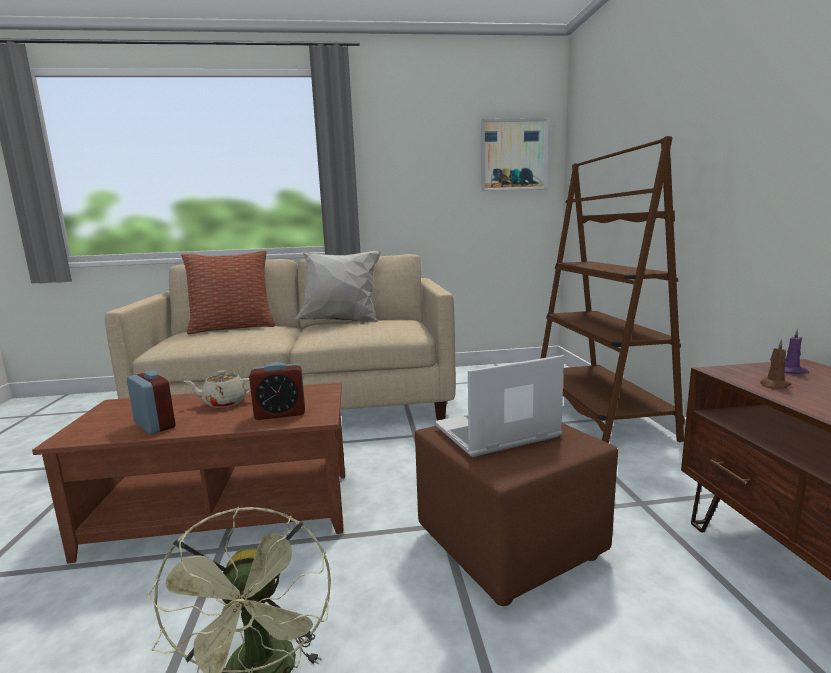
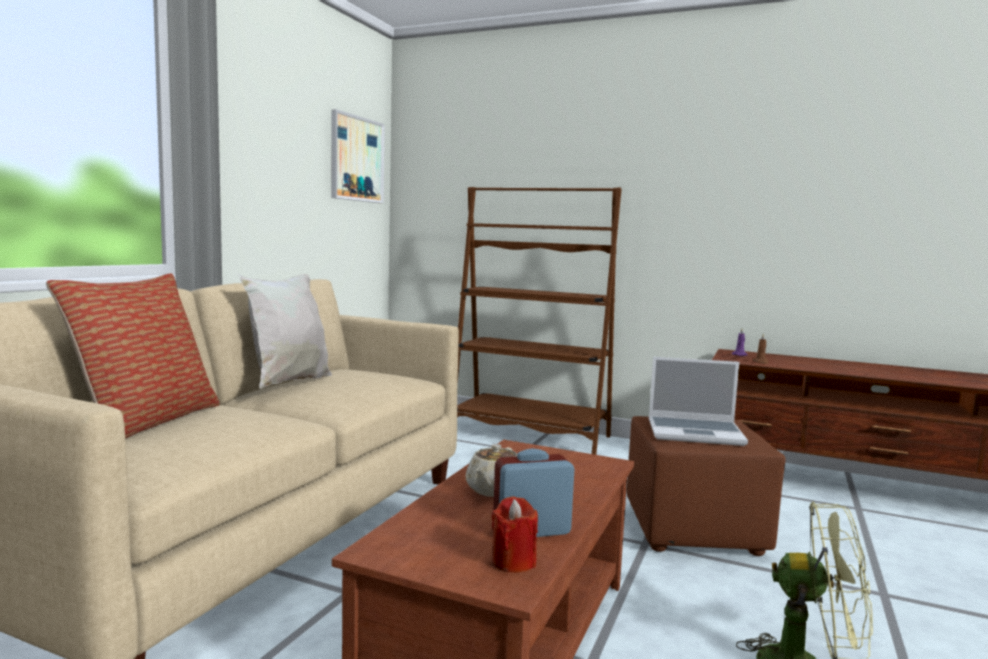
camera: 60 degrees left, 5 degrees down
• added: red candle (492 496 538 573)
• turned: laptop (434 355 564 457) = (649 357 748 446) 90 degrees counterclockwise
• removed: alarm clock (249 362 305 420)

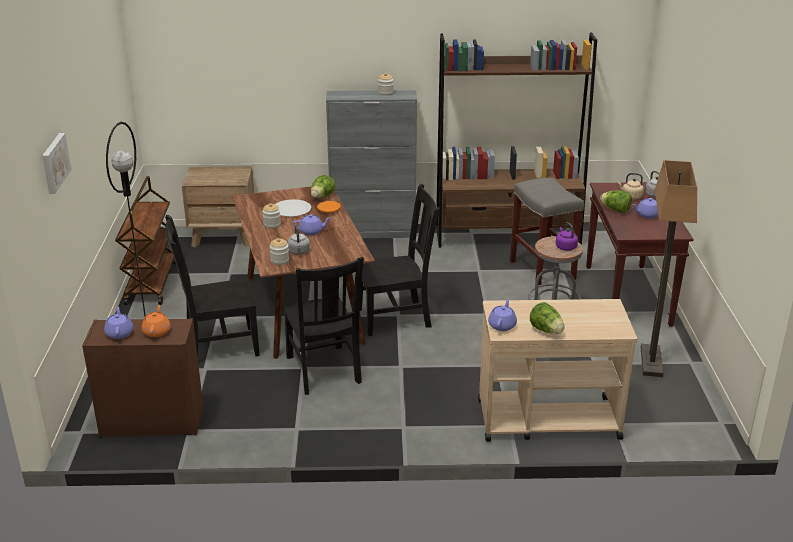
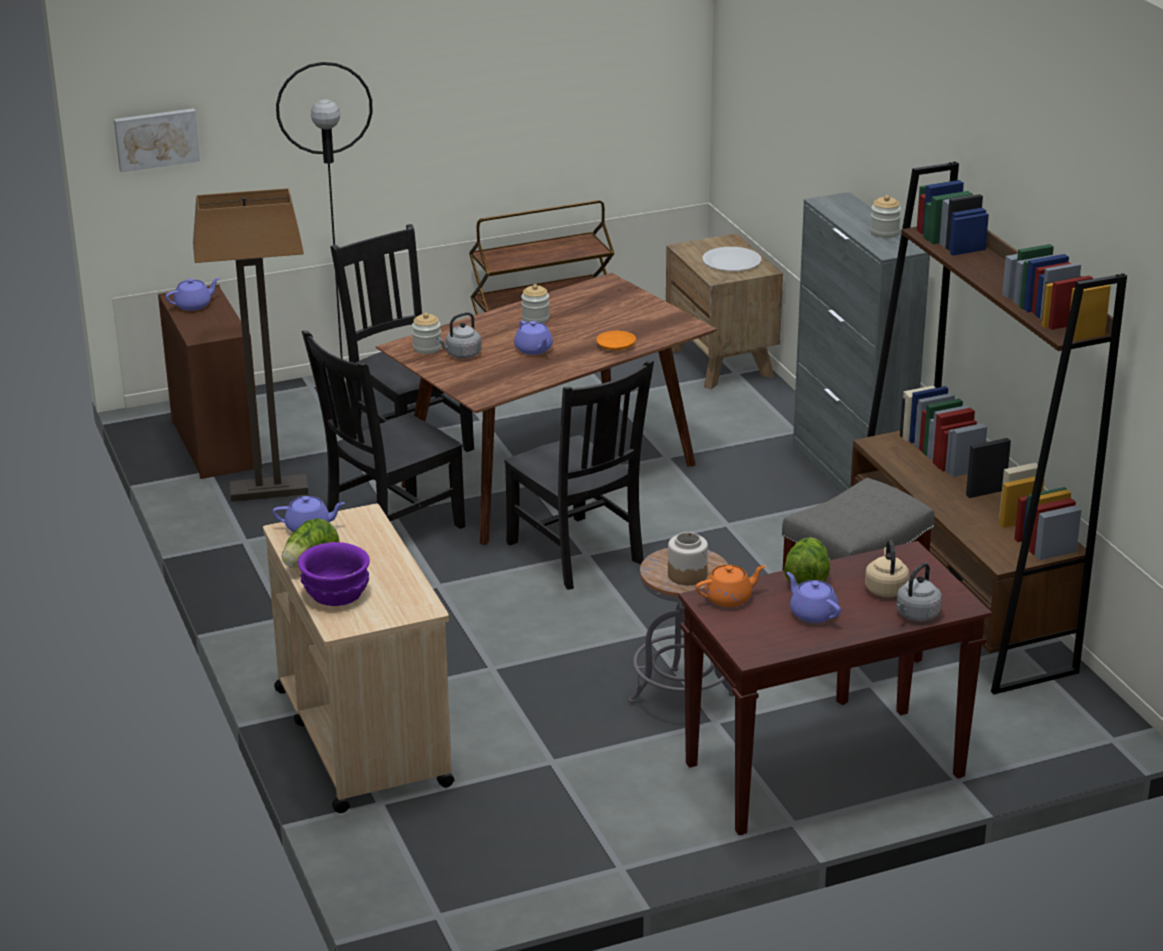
camera: 70 degrees right, 0 degrees up
• moved: picture (42 133 72 194) to (114 108 200 173)
• moved: floor lamp (641 160 697 377) to (193 188 308 502)
• added: purple bowl (298 542 370 606)
• replaced: purple kettle (556 222 578 251) to jar (668 532 708 585)
• moved: orange teapot (142 305 171 337) to (696 565 766 607)
• moved: white plate (275 199 311 217) to (703 247 762 271)
• removed: lettuce (311 175 335 198)

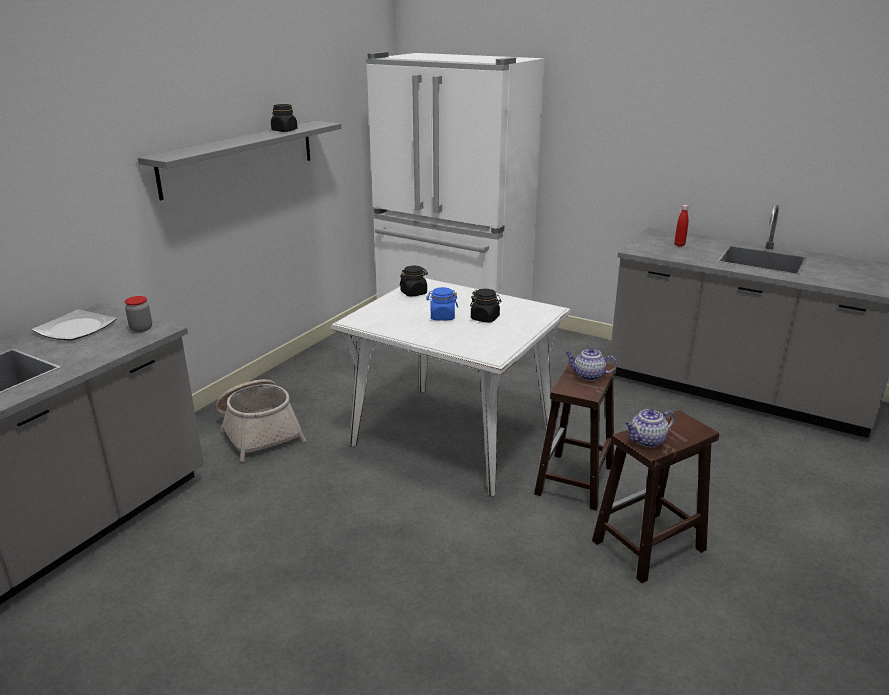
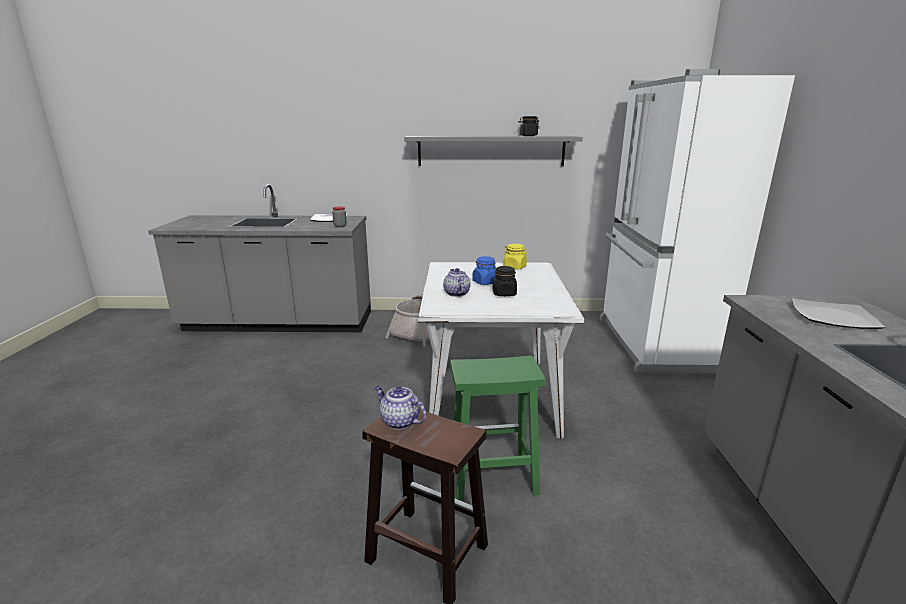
camera: 60 degrees right, 5 degrees down
• moved: teapot (565 348 617 381) to (443 268 471 297)
• recoloured: brown stool (534 357 617 511) to green stool (450 356 546 501)
• recoloured: black jar (400 266 428 297) to yellow jar (503 244 528 269)
• replaced: red bottle (674 205 689 246) to plate (792 299 885 329)

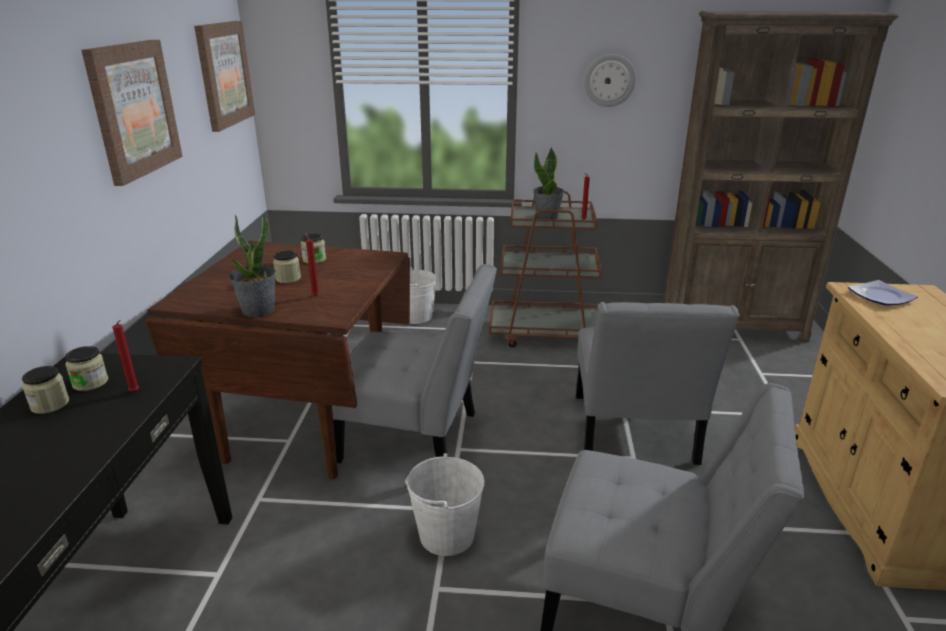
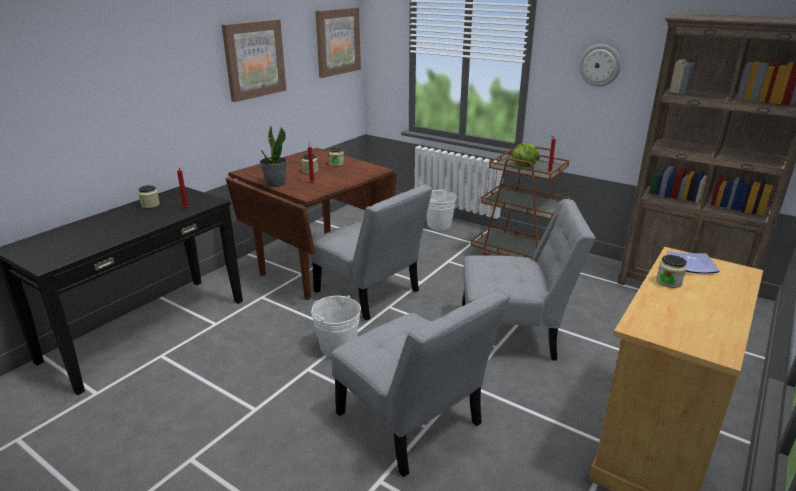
camera: 30 degrees right, 0 degrees up
• turned: grey chair (576 302 739 465) = (462 199 595 361) 120 degrees counterclockwise
• replaced: potted plant (533 147 564 220) to lettuce (512 143 539 168)
• moved: jar (65 346 108 391) to (656 255 687 288)

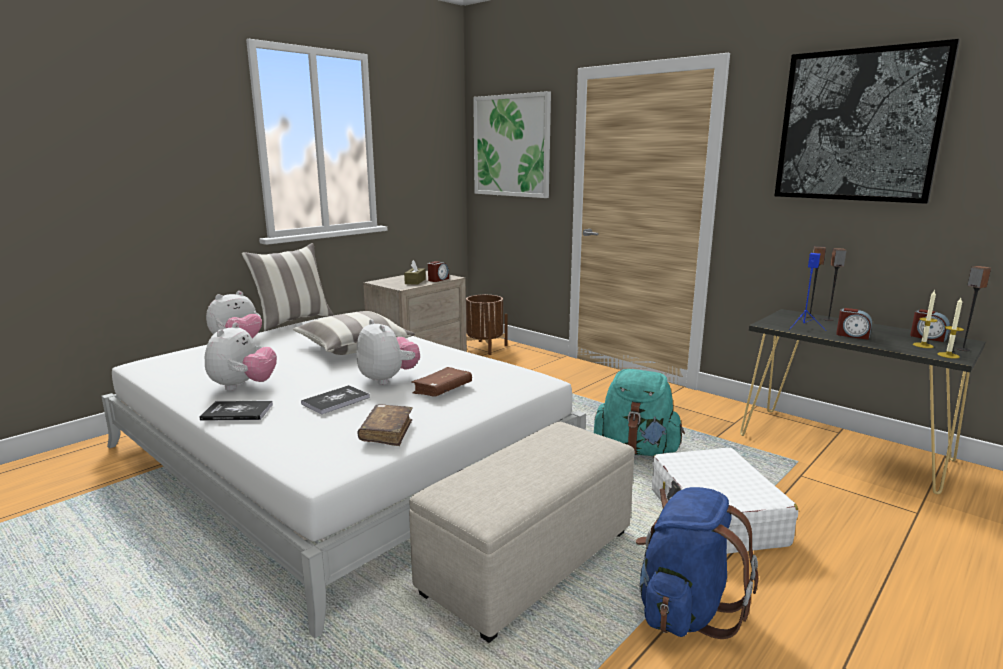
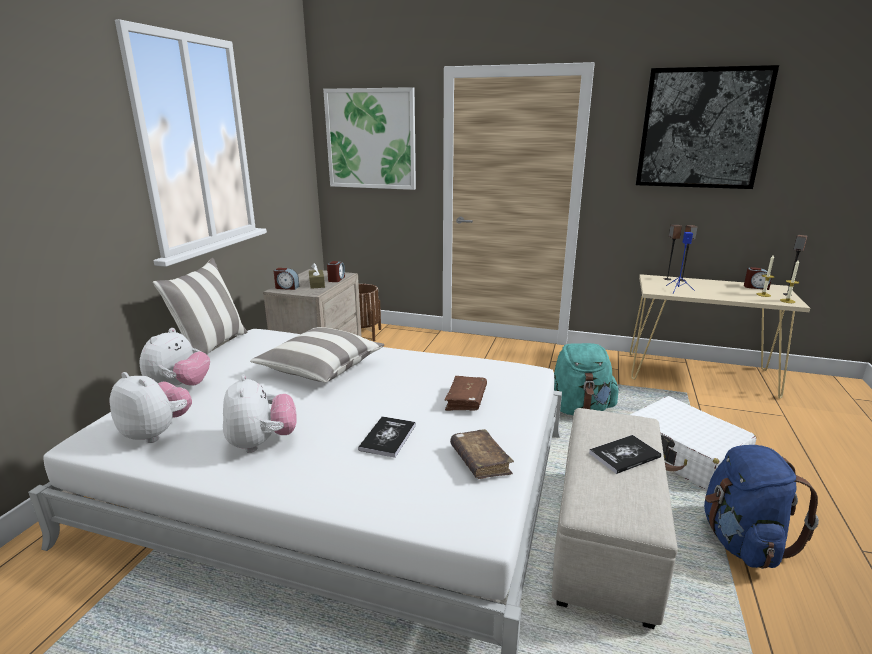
camera: 25 degrees left, 5 degrees up
• moved: plush toy (357 319 420 385) to (110 372 192 443)
• moved: alarm clock (836 308 872 340) to (274 268 299 290)
• moved: book (200 401 273 421) to (589 435 661 474)
• recoloured: black console table (740 309 985 494) to beige console table (630 274 810 398)

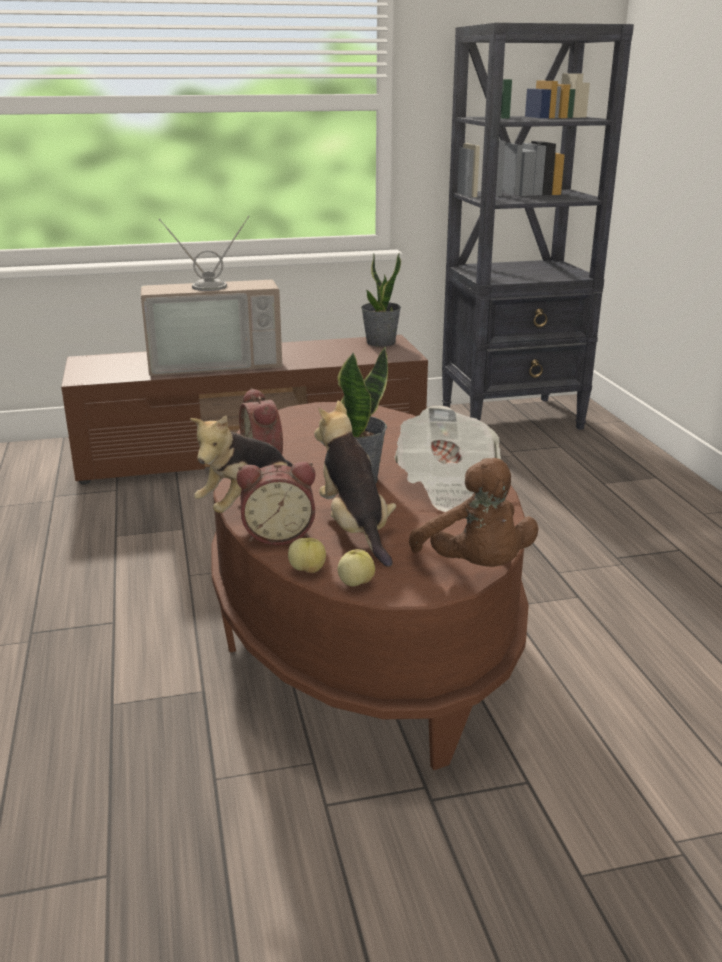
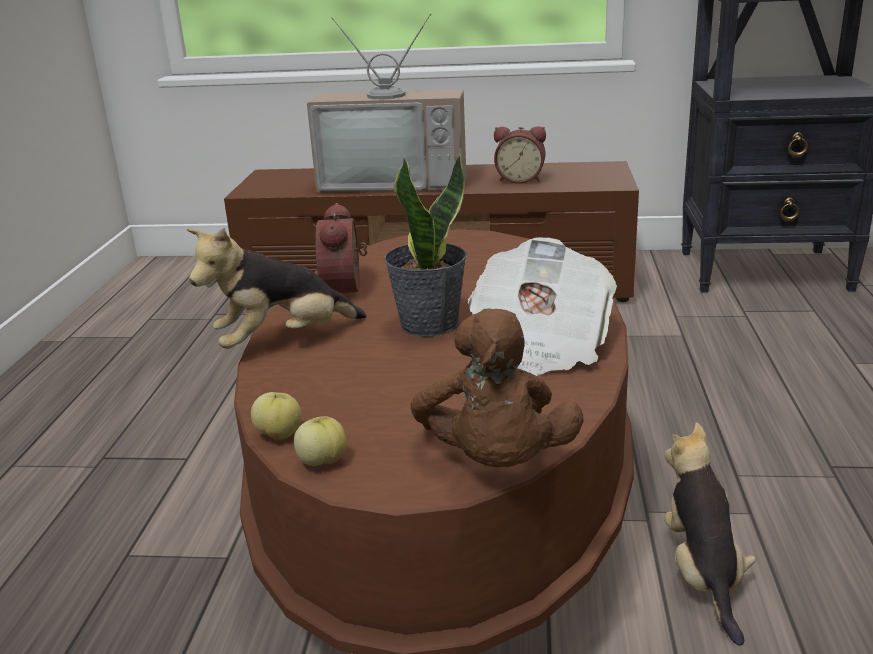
camera: 20 degrees right, 0 degrees up
• moved: alarm clock (237 462 315 545) to (494 126 546 184)
• moved: plush toy (314 400 396 567) to (664 423 756 646)
• removed: potted plant (361 253 401 347)

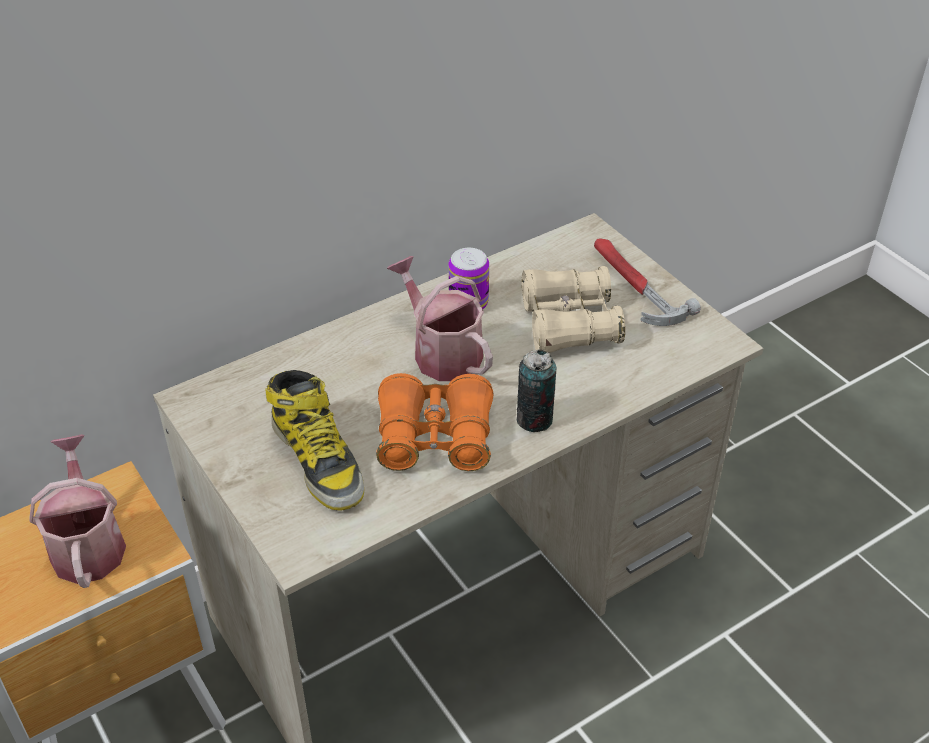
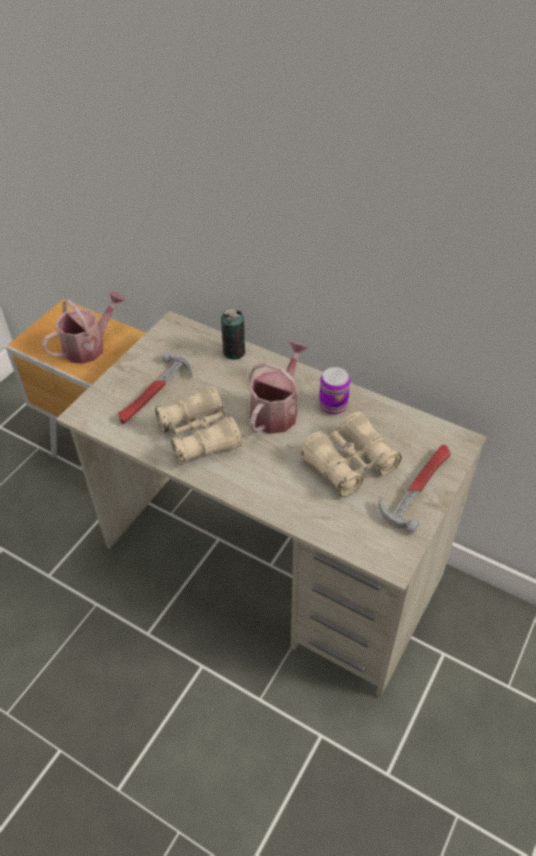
camera: 65 degrees right, 5 degrees up
• replaced: boot (265 370 364 510) to hammer (118 351 192 424)
• recoloured: orange binoculars (376 373 494 471) to beige binoculars (155 386 242 465)
• moved: can (517 350 556 432) to (221 308 245 360)

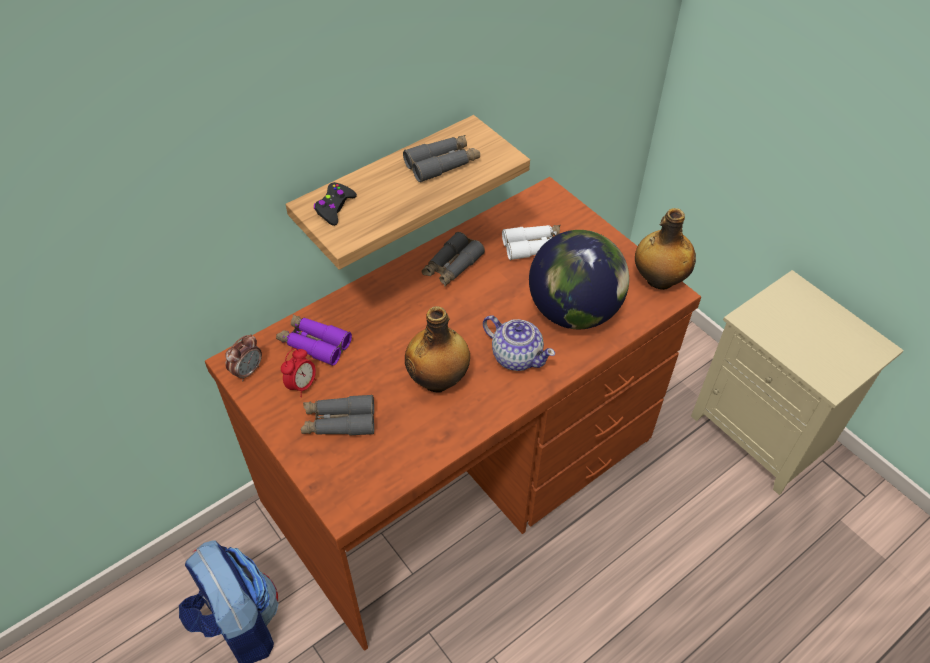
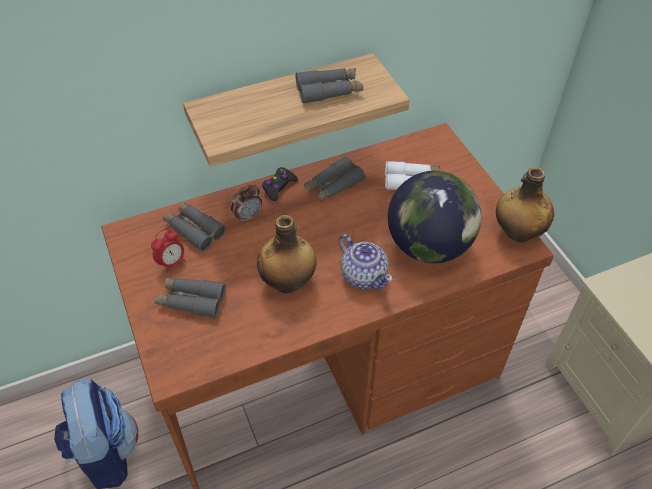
camera: 15 degrees right, 0 degrees up
• recoloured: purple binoculars (276 315 352 366) to grey binoculars (163 201 226 251)
• moved: alarm clock (225 334 262 381) to (231 185 262 224)
• moved: black game controller (314 182 357 226) to (262 167 298 201)

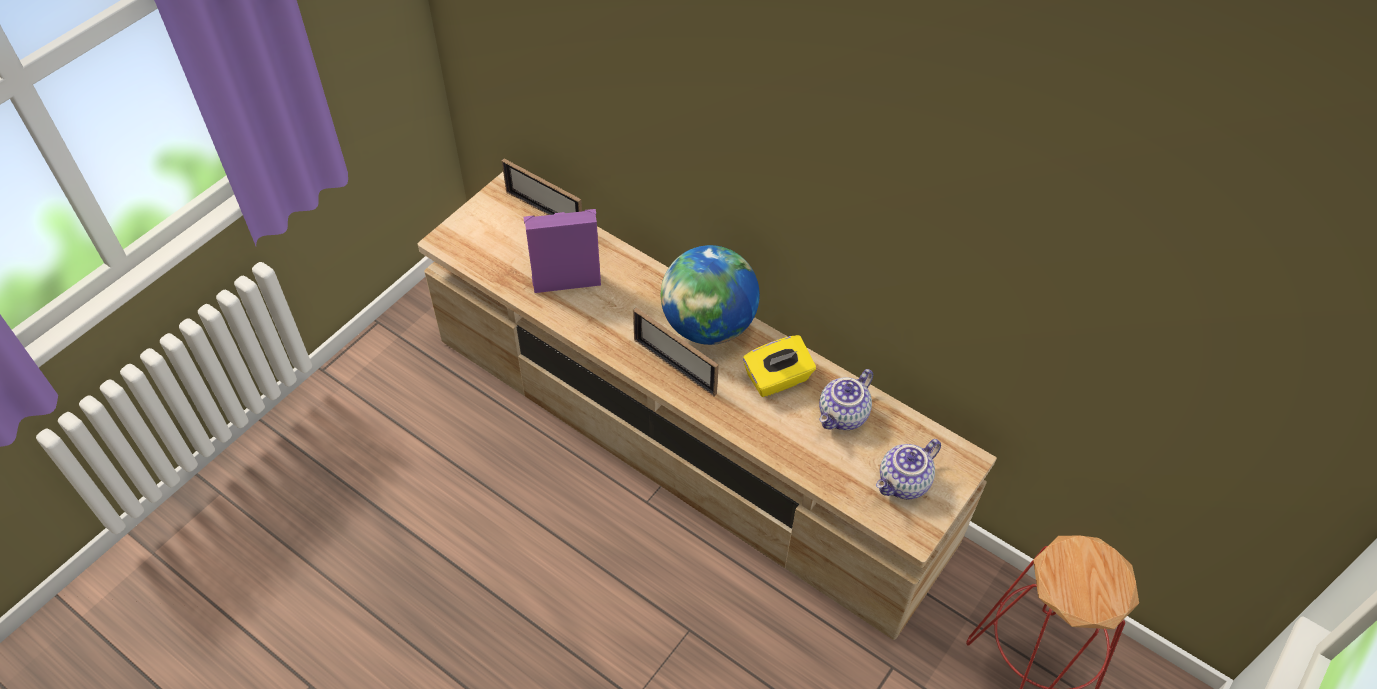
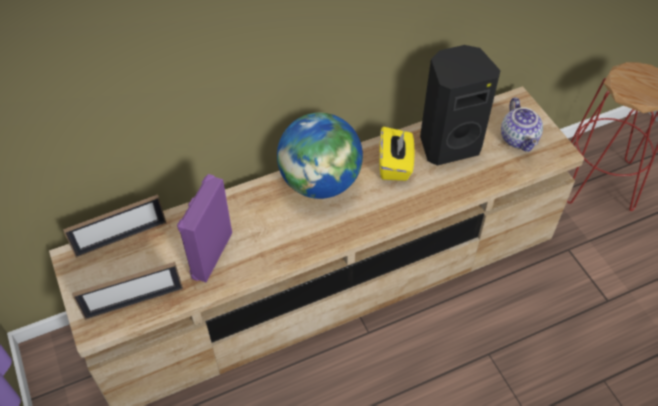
camera: 60 degrees left, 0 degrees up
• moved: picture frame (633 308 719 397) to (72 262 183 320)
• replaced: teapot (819 369 873 430) to black speaker (420 45 501 166)

